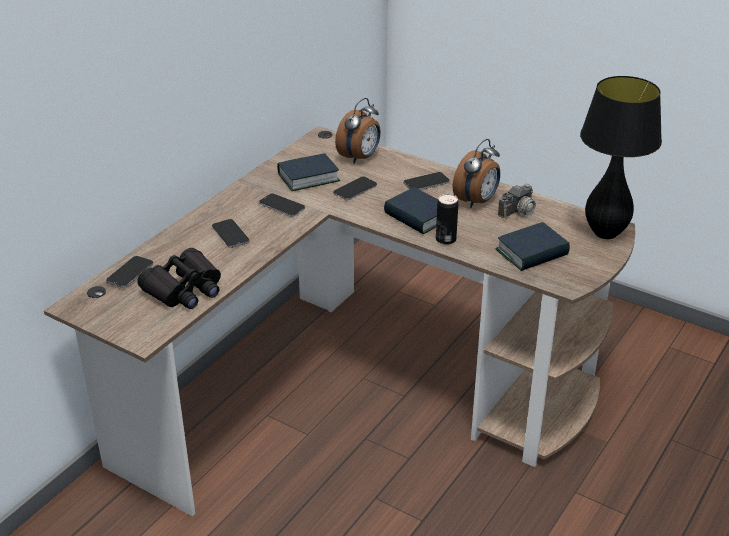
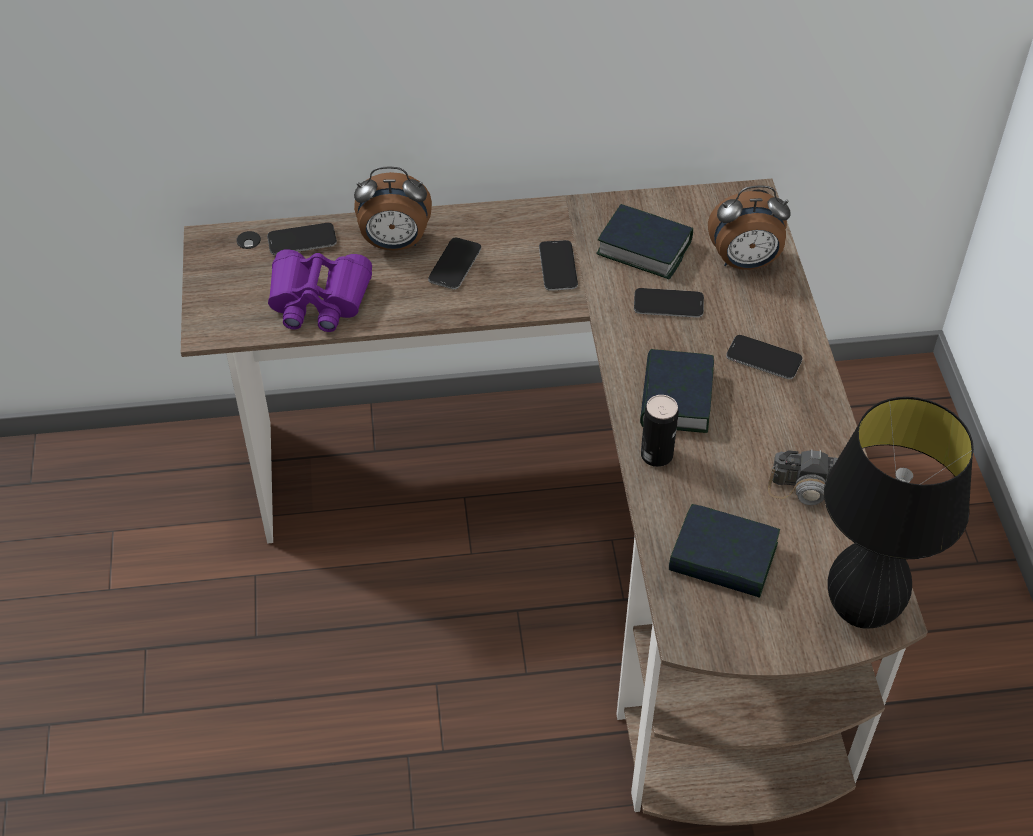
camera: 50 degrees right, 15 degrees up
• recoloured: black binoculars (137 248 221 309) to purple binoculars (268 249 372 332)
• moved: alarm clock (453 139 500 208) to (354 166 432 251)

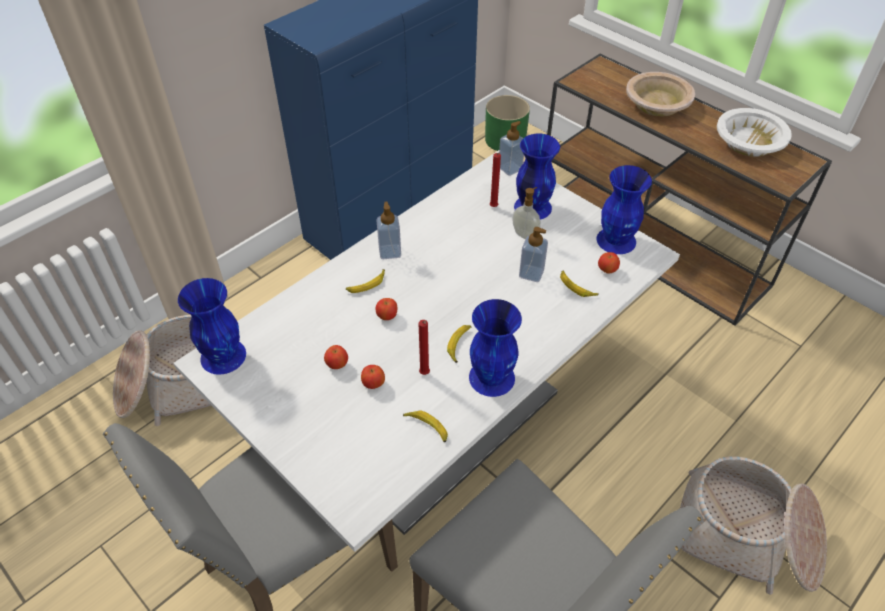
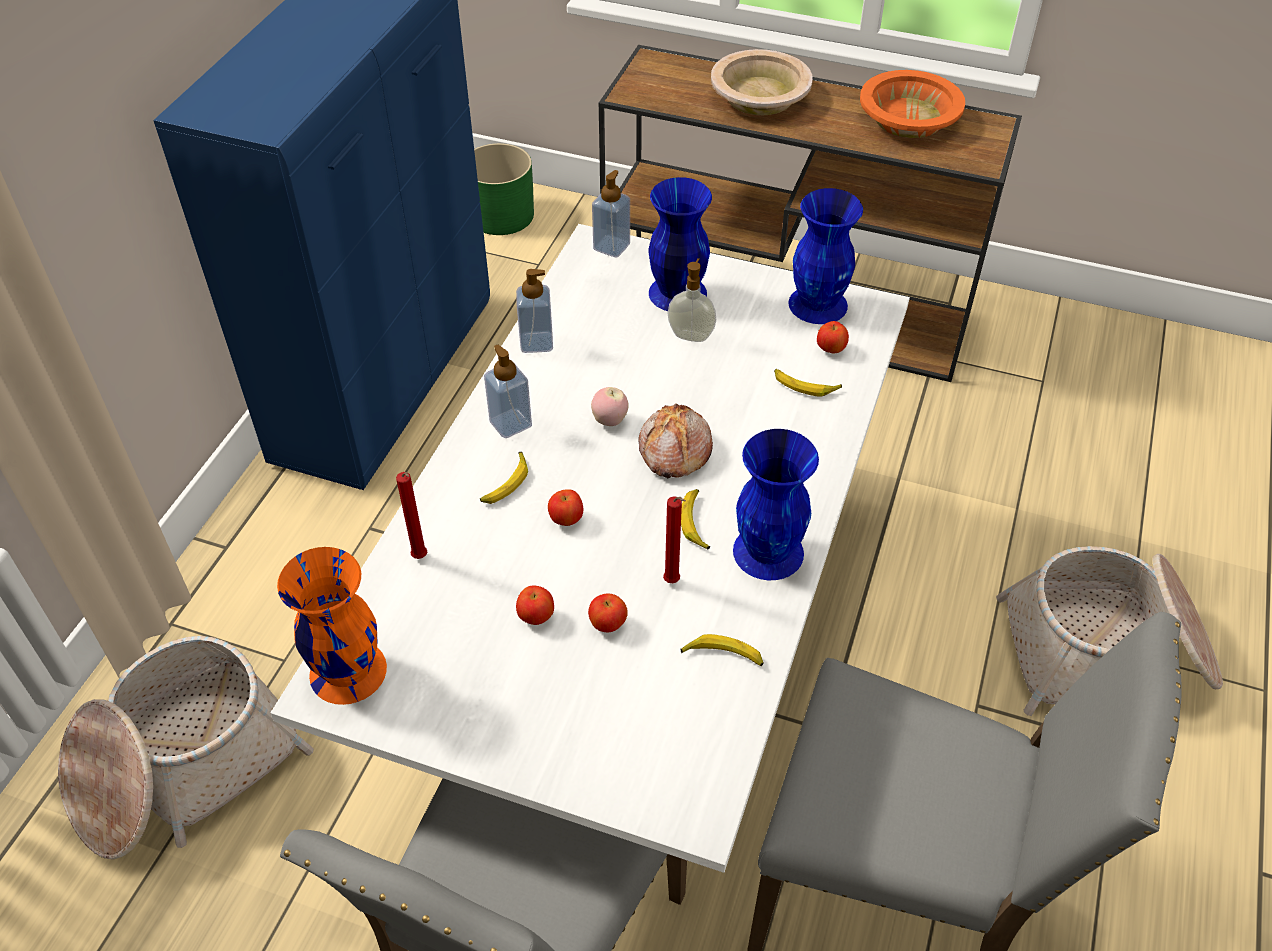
camera: 25 degrees left, 0 degrees up
• recoloured: blue vase (178 278 246 375) to orange vase (277 547 387 705)
• moved: red candle (490 153 501 207) to (396 472 427 559)
• moved: soap dispenser (519 227 548 282) to (516 269 553 353)
• added: apple (591 387 629 426)
• added: bread (638 404 713 478)
• recoloured: white bowl (717 108 792 157) to orange bowl (860 70 965 138)

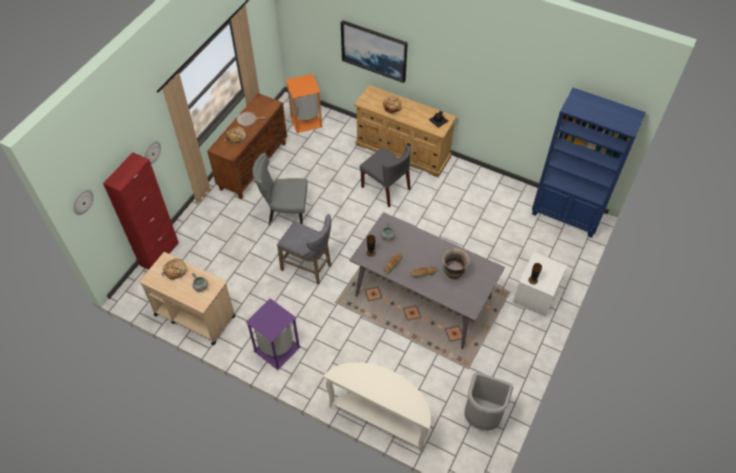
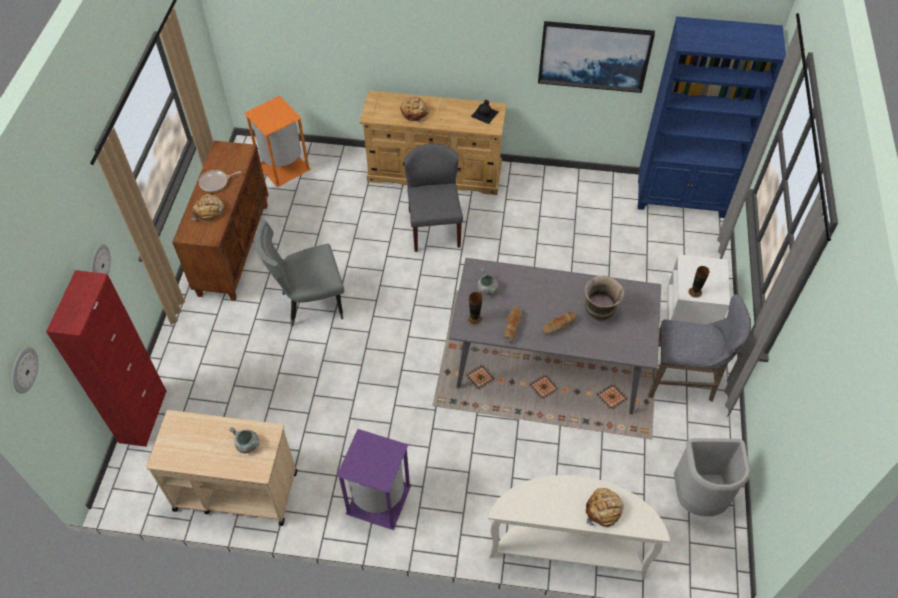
camera: 20 degrees left, 0 degrees up
• turned: grey chair (360 145 411 207) = (404 144 463 252) 120 degrees counterclockwise
• moved: picture (341 20 408 83) to (538 21 655 93)
• moved: bread (161 258 186 280) to (586 488 624 527)
• moved: grey stool (277 214 331 285) to (648 294 751 401)

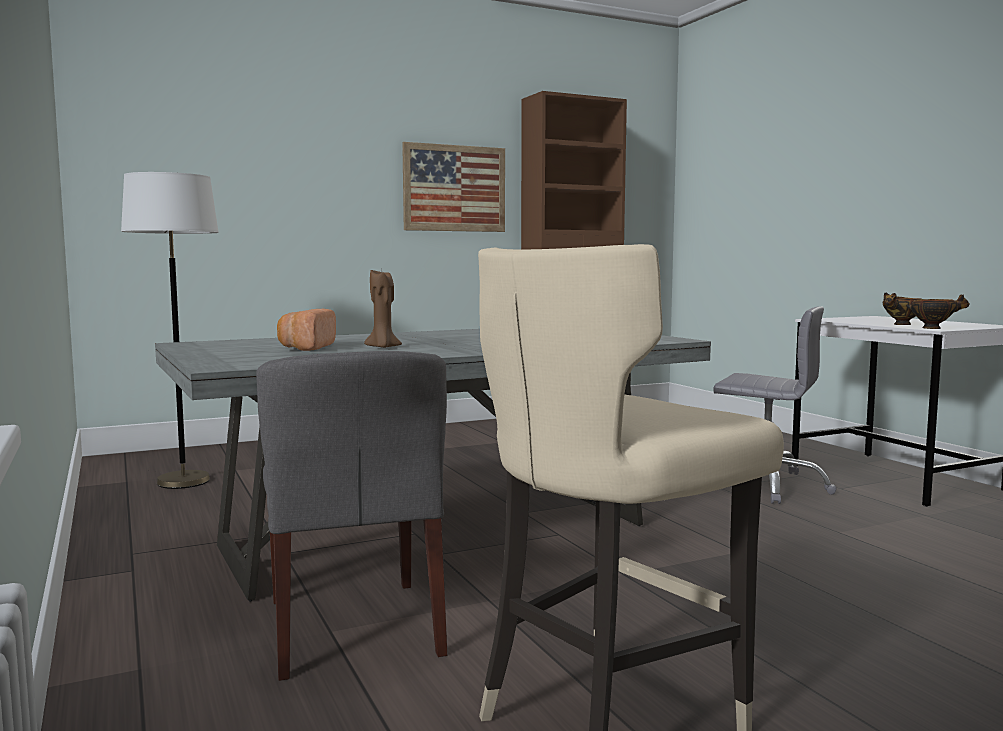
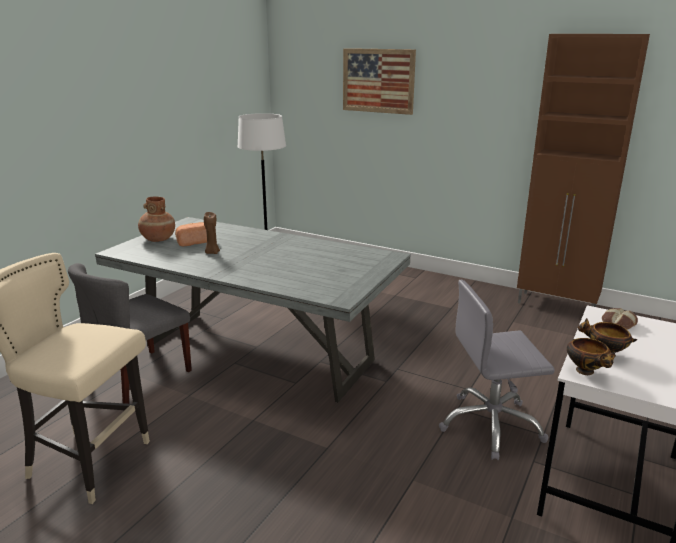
camera: 55 degrees right, 15 degrees up
• added: brown vase (138 197 175 242)
• moved: picture (402 142 505 232) to (343 48 416 115)
• turned: grey office chair (714 306 837 504) = (439 280 555 460) 90 degrees clockwise
• added: bread (602 308 638 330)

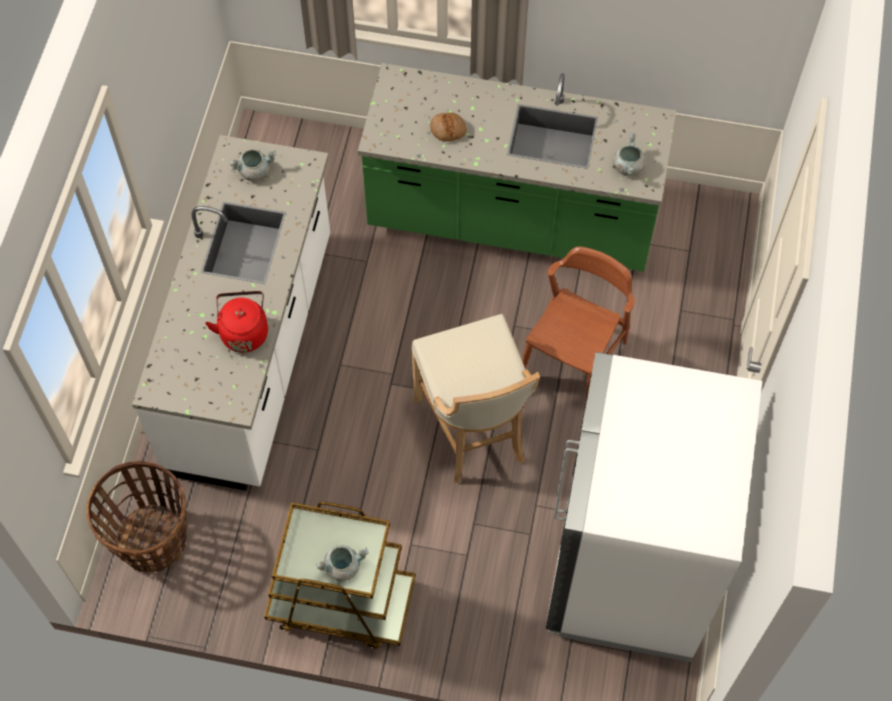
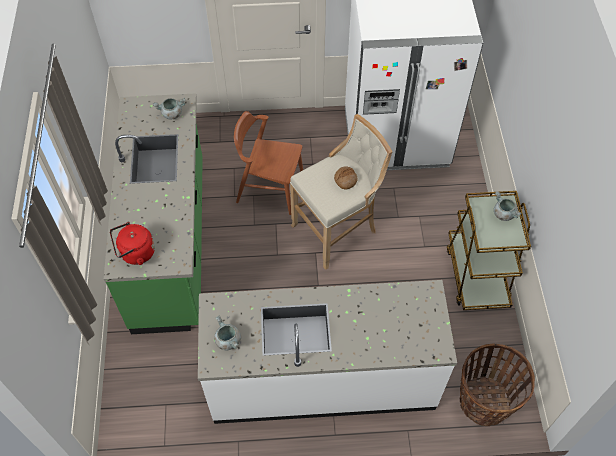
camera: 105 degrees left, 5 degrees down
• moved: red kettle (205 291 268 353) to (110 222 155 265)
• moved: bread (430 112 467 141) to (334 166 358 190)

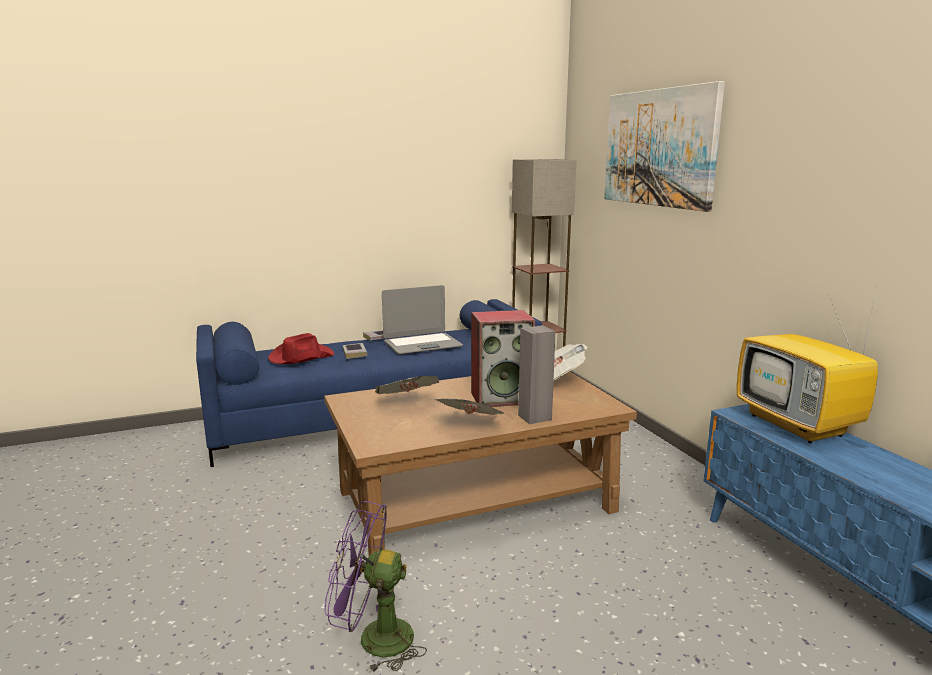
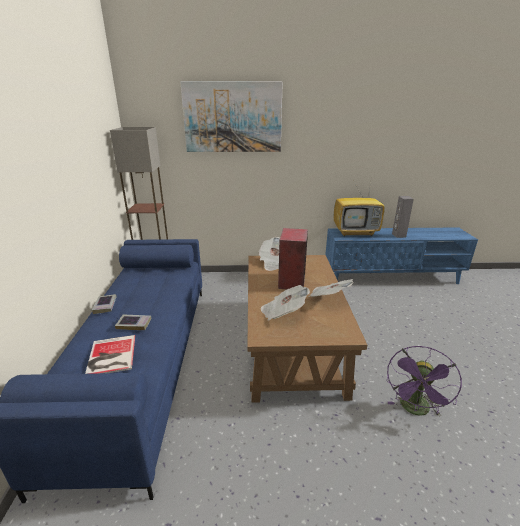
camera: 70 degrees left, 10 degrees up
• replaced: red hat (268 333 334 364) to book (85 335 135 374)
• moved: grey speaker (518 325 556 424) to (392 196 414 238)
• removed: laptop (382 285 463 354)

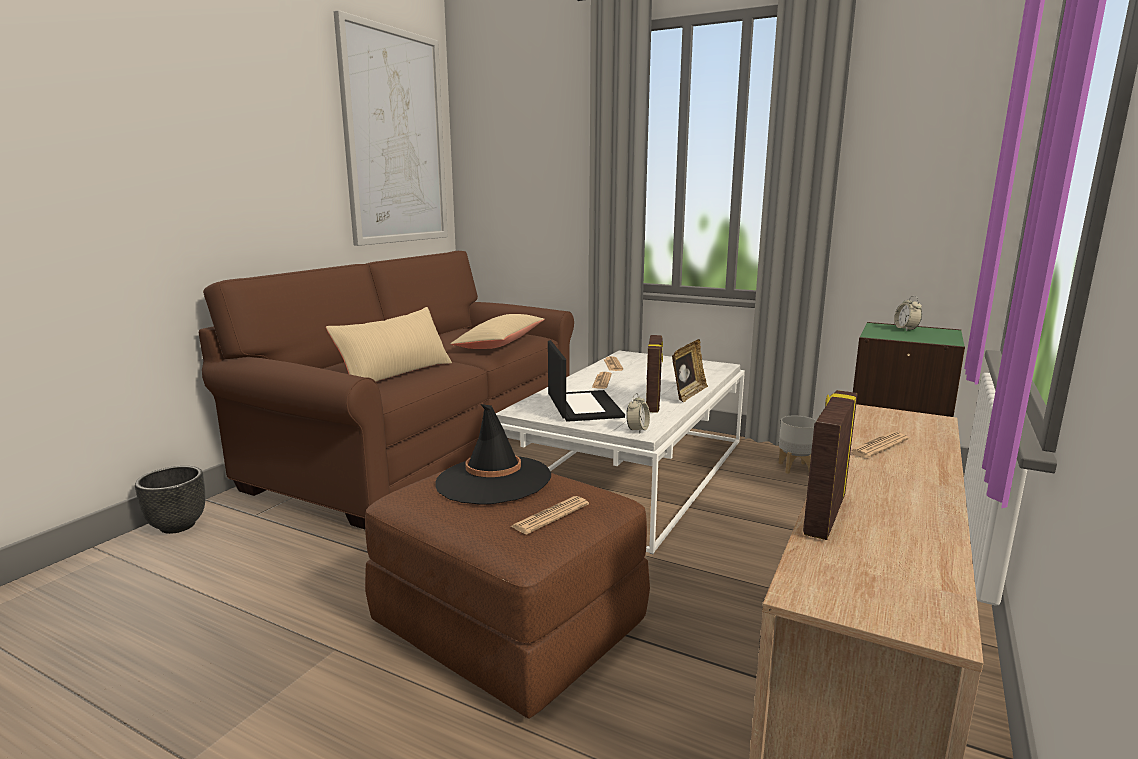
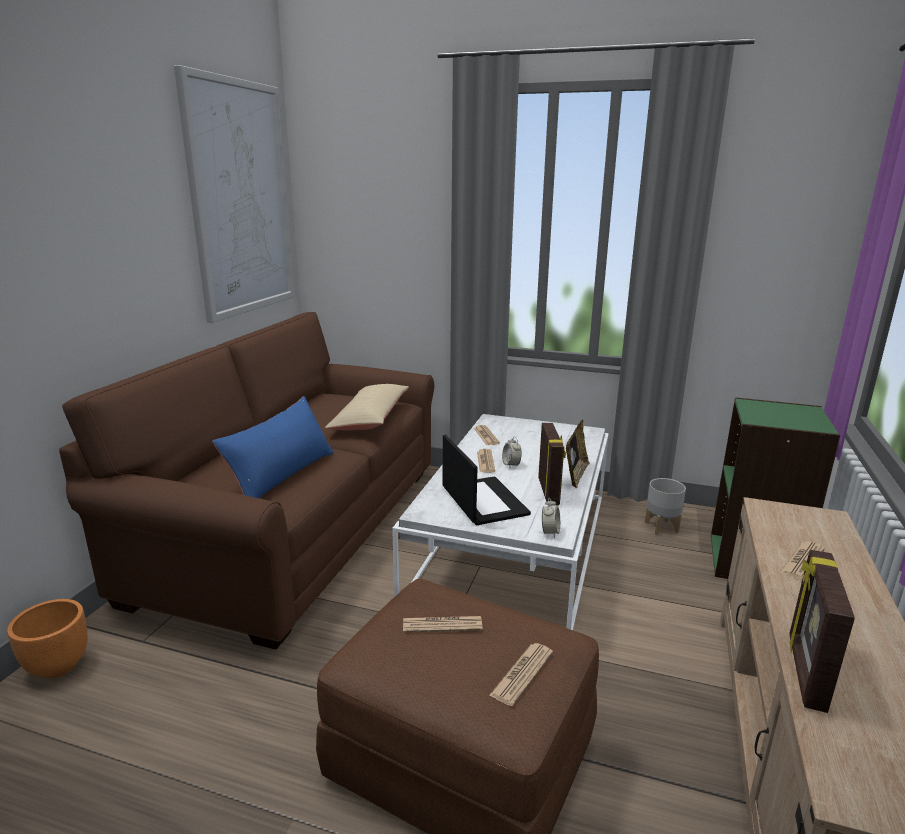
camera: 10 degrees left, 5 degrees up
• recoloured: black planter (135 466 205 534) to orange planter (7 599 88 679)
• recoloured: beige pillow (326 307 452 382) to blue pillow (212 396 334 498)
• replaced: black hat (435 404 551 505) to newspaper (403 616 483 633)
• moved: alarm clock (894 296 922 331) to (502 437 522 467)

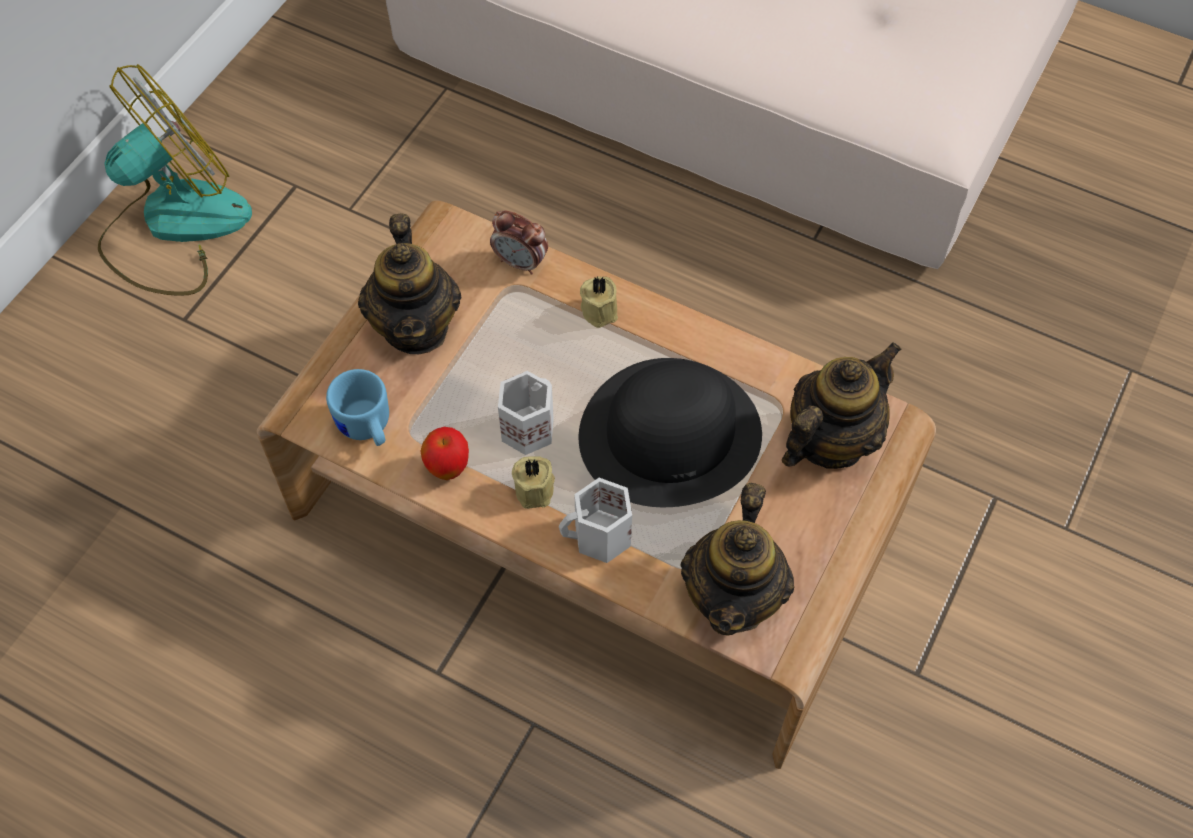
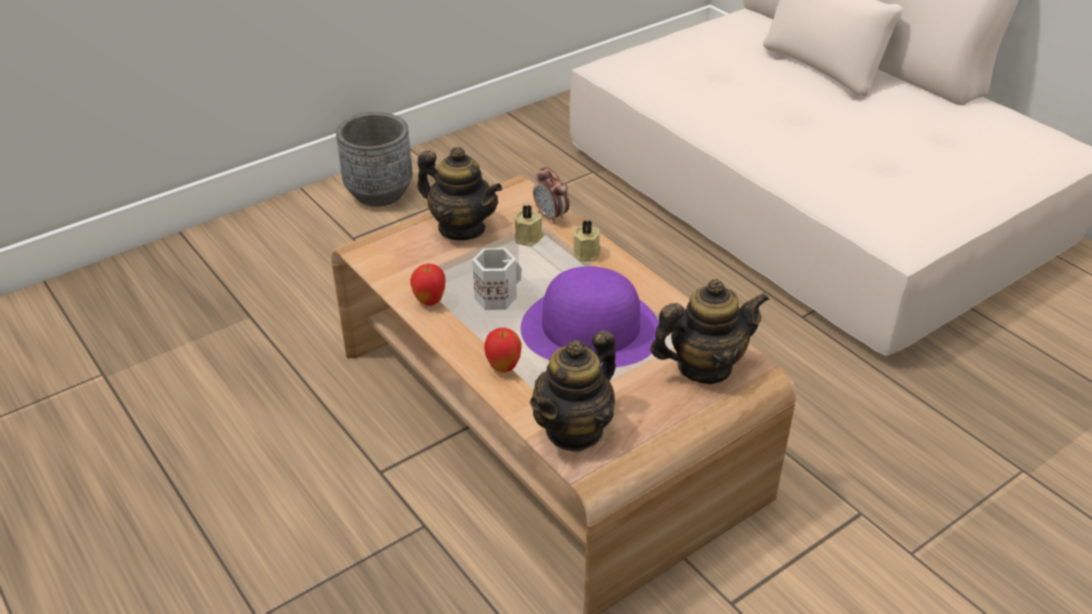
camera: 25 degrees right, 20 degrees down
• replaced: fan (98 64 252 296) to grey planter (336 112 413 206)
• turned: teapot (358 213 461 354) = (417 147 502 240) 75 degrees counterclockwise
• replaced: white mug (559 478 632 563) to apple (484 328 522 372)
• moved: beige candle (512 456 555 509) to (514 205 544 247)
• recoloured: black hat (579 358 762 507) to purple hat (521 266 659 367)
• removed: blue mug (326 369 389 446)

